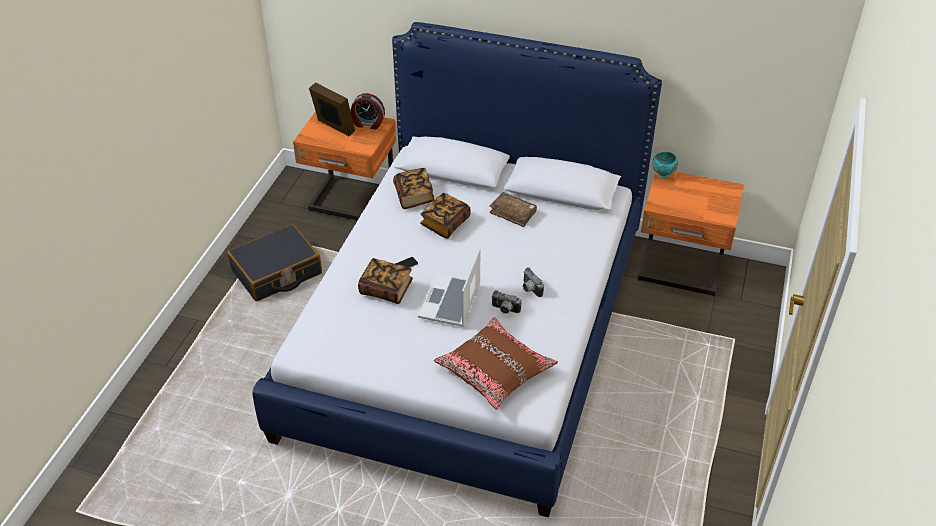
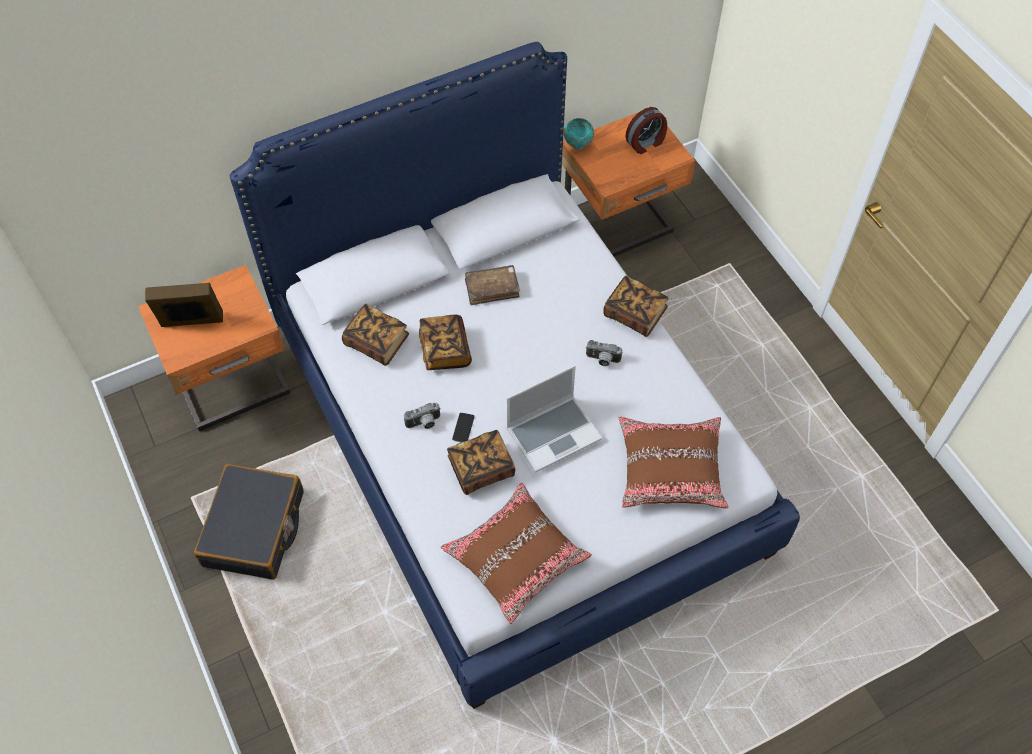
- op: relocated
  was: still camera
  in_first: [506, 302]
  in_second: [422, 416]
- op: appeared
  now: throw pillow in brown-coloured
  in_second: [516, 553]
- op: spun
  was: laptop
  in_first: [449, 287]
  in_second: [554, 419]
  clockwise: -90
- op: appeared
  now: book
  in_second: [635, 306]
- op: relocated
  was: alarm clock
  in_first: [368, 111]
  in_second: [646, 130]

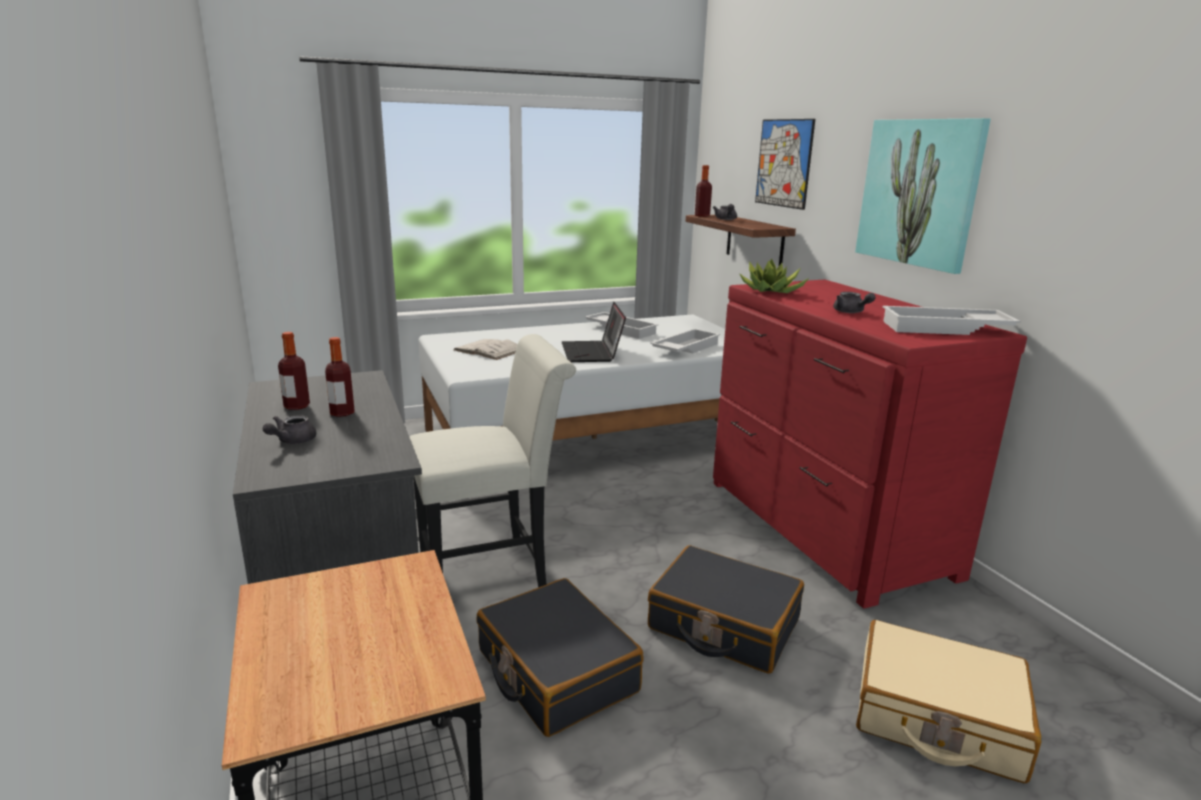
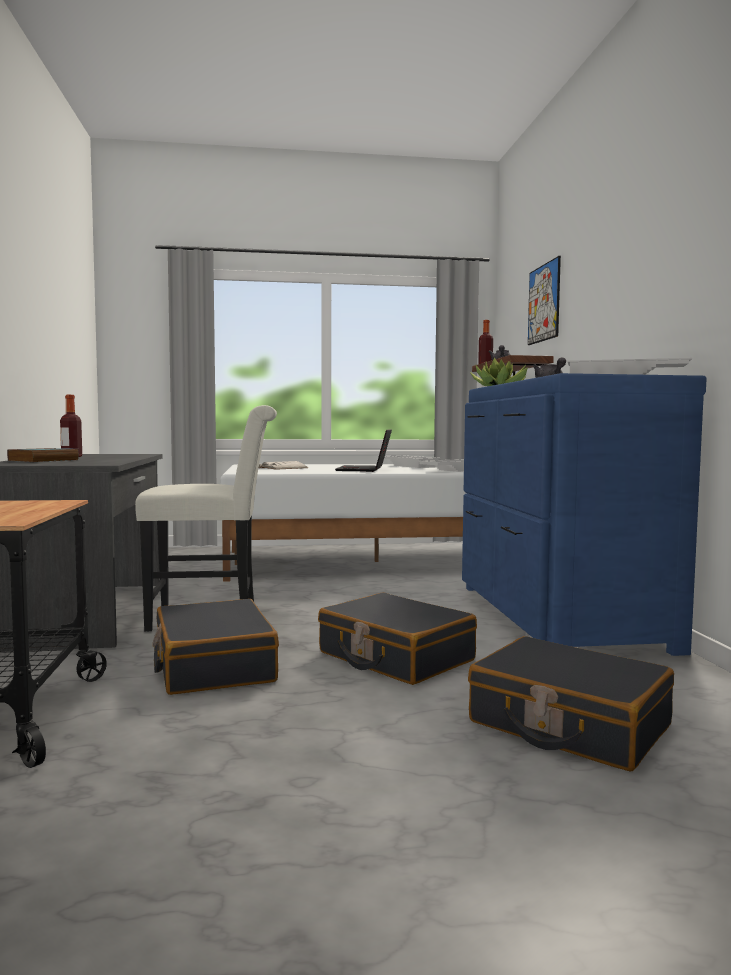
- op: exchanged
  was: teapot in grey
  now: book
  in_first: [289, 429]
  in_second: [43, 455]
- op: colour
  was: chest of drawers in reddish
  now: chest of drawers in blue
  in_first: [870, 443]
  in_second: [584, 514]
- op: colour
  was: suitcase in beige
  now: suitcase in black-coloured
  in_first: [948, 701]
  in_second: [571, 703]
- op: missing
  was: beverage bottle
  in_first: [340, 377]
- op: missing
  was: picture
  in_first: [923, 196]

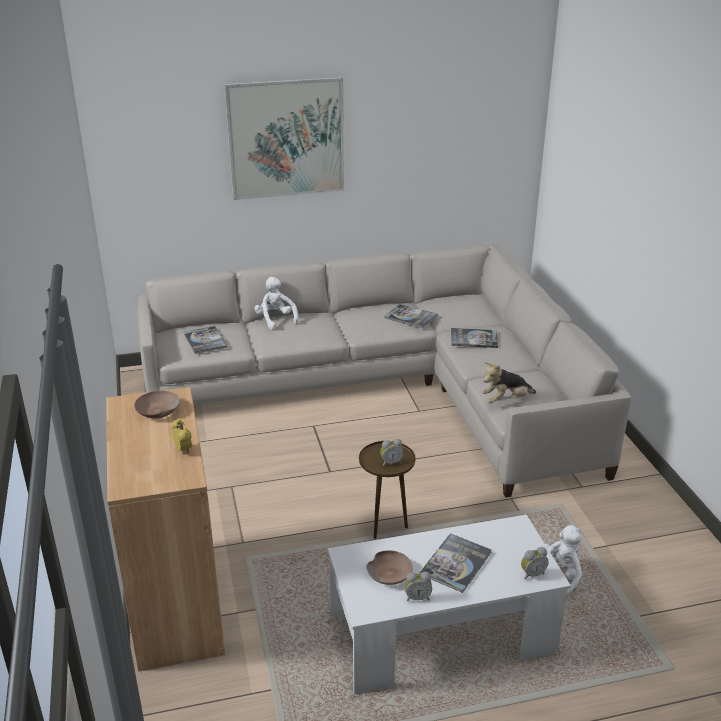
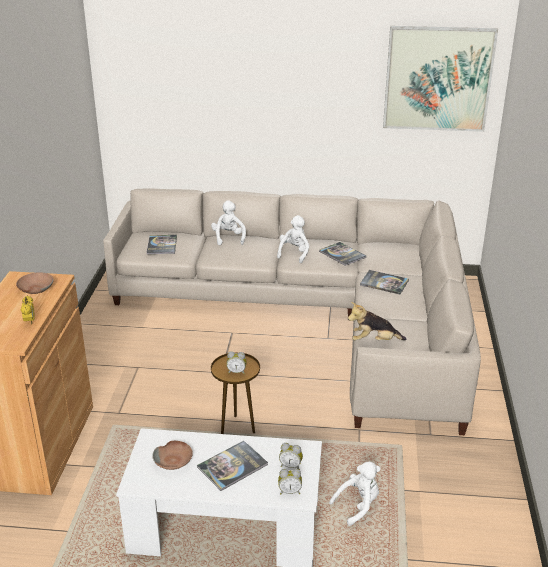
- op: appeared
  now: soft toy in white
  in_second: [293, 239]
- op: relocated
  was: alarm clock
  in_first: [418, 586]
  in_second: [291, 456]
- op: relocated
  was: picture
  in_first: [284, 138]
  in_second: [440, 79]

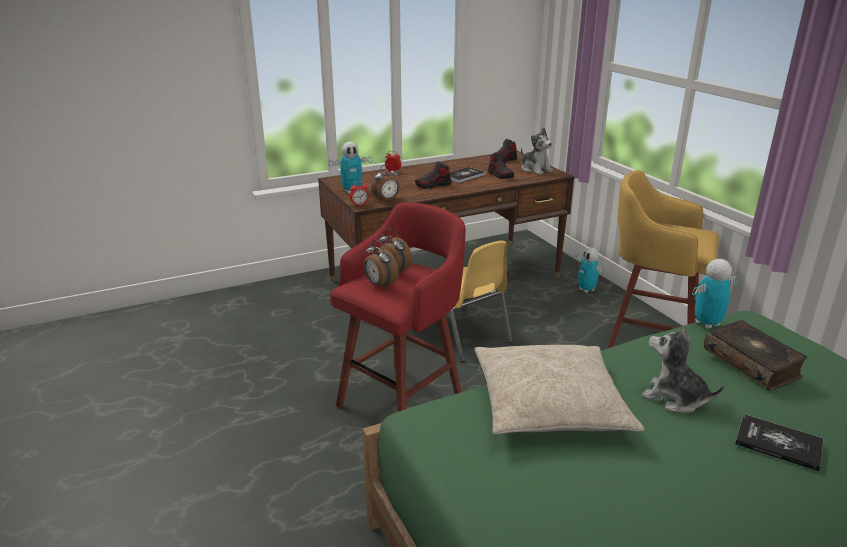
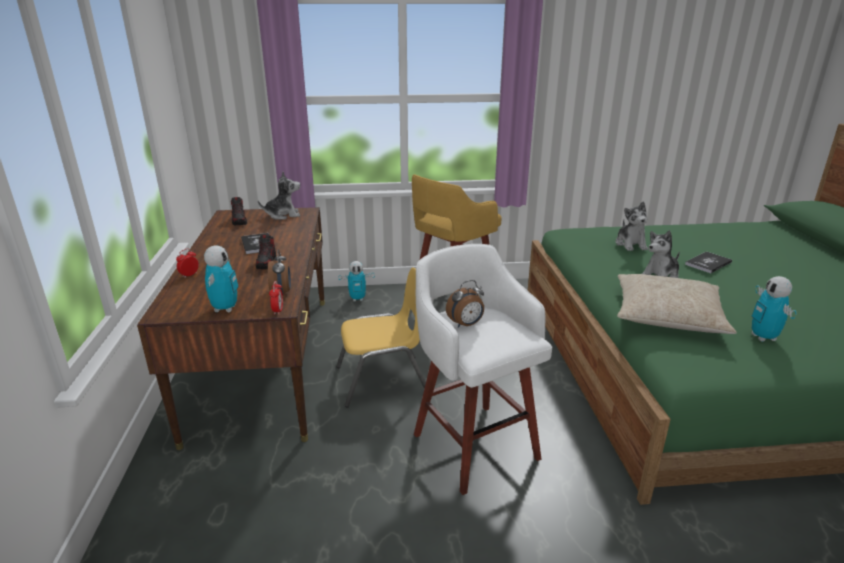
- op: colour
  was: stool in reddish
  now: stool in white
  in_first: [398, 307]
  in_second: [483, 369]
- op: exchanged
  was: book
  now: soft toy
  in_first: [755, 355]
  in_second: [631, 226]
- op: relocated
  was: robot figure
  in_first: [715, 294]
  in_second: [774, 309]
- op: missing
  was: alarm clock
  in_first: [381, 264]
- op: missing
  was: item of footwear
  in_first: [501, 165]

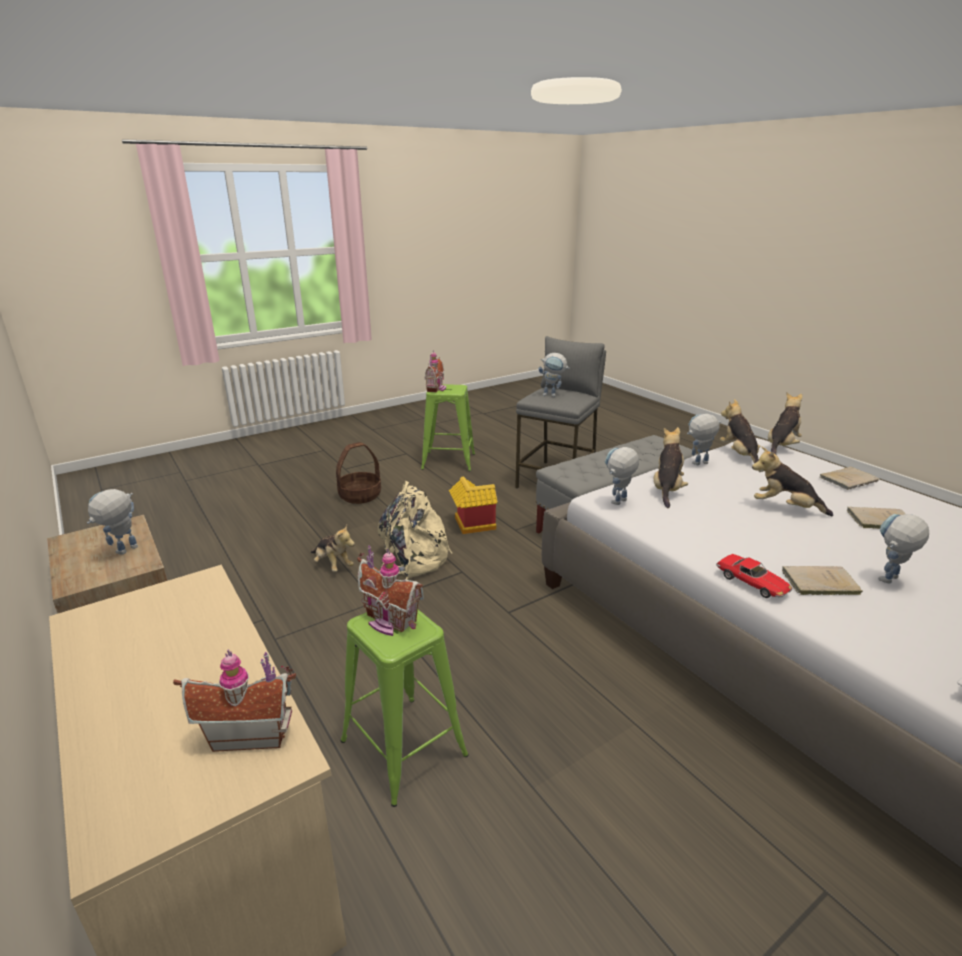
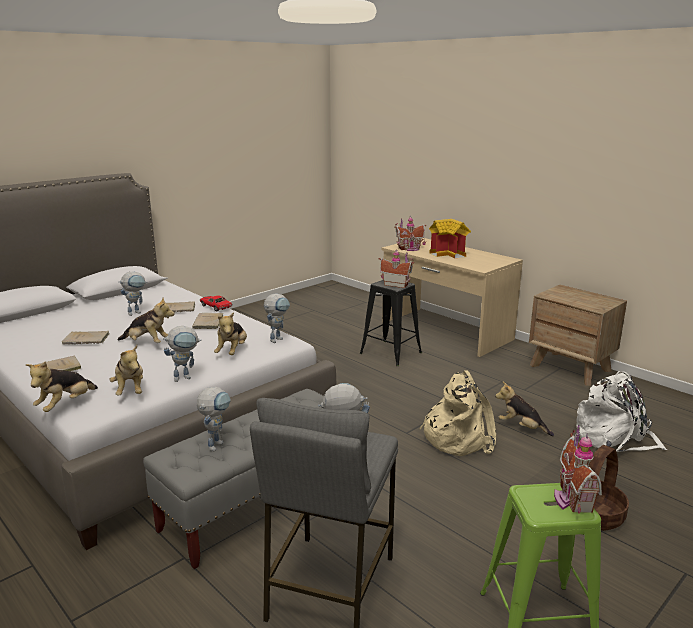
- op: appeared
  now: book in beige
  in_second: [208, 321]
- op: relocated
  was: robot figure
  in_first: [112, 522]
  in_second: [214, 419]
- op: colour
  was: stool in greenish
  now: stool in black-coloured
  in_first: [405, 708]
  in_second: [391, 322]
- op: relocated
  was: miniature house
  in_first: [473, 505]
  in_second: [450, 238]
- op: appeared
  now: knapsack in white
  in_second: [621, 411]

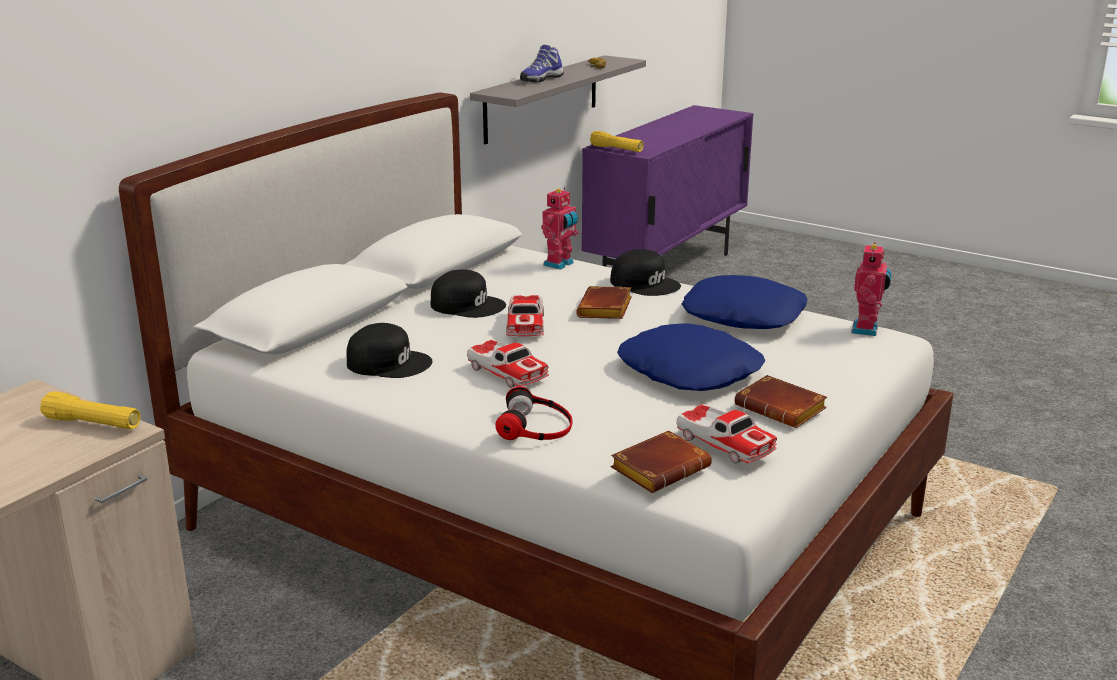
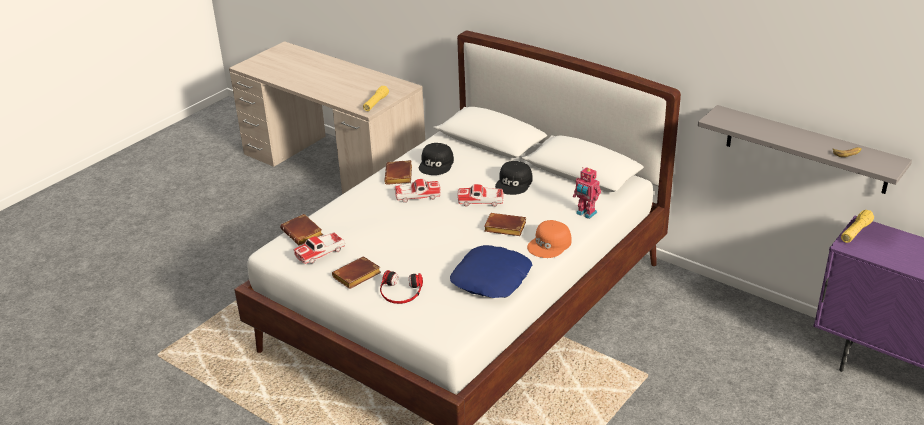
- op: relocated
  was: headphones
  in_first: [534, 413]
  in_second: [401, 287]
- op: appeared
  now: book in brown-coloured
  in_second: [398, 172]
- op: spun
  was: toy car
  in_first: [508, 364]
  in_second: [418, 191]
  clockwise: -150
- op: colour
  was: cap in black-coloured
  now: cap in orange-coloured
  in_first: [645, 272]
  in_second: [549, 239]
- op: missing
  was: item of footwear
  in_first: [542, 64]
- op: missing
  was: throw pillow in blue
  in_first: [691, 357]
- op: missing
  was: robot figure
  in_first: [871, 289]

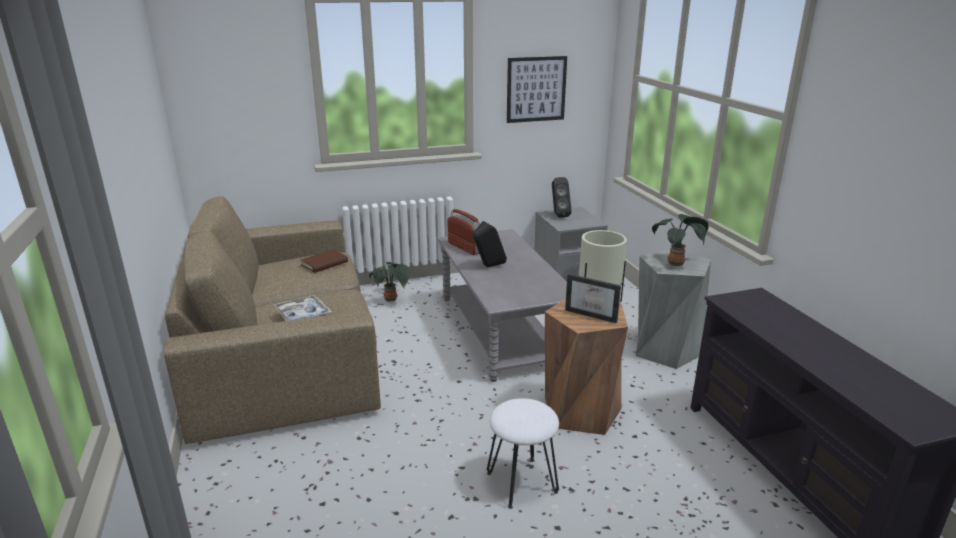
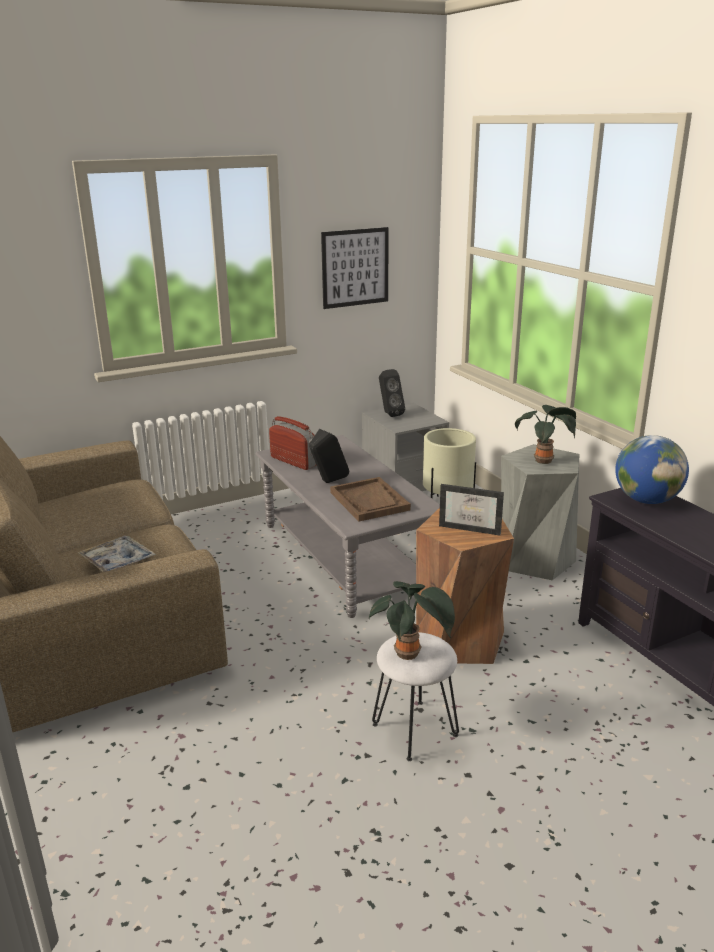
- op: appeared
  now: tray in brown-coloured
  in_second: [370, 499]
- op: relocated
  was: plant in a pot
  in_first: [389, 282]
  in_second: [412, 620]
- op: appeared
  now: desk globe
  in_second: [652, 469]
- op: missing
  was: book in brown-coloured
  in_first: [324, 261]

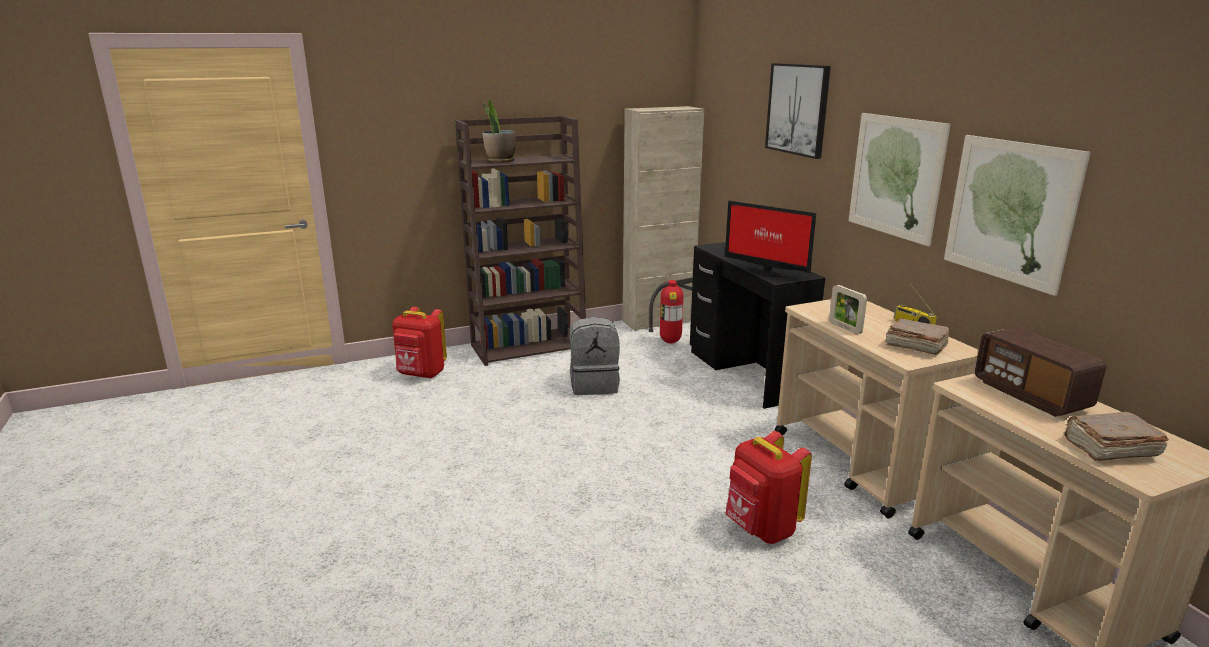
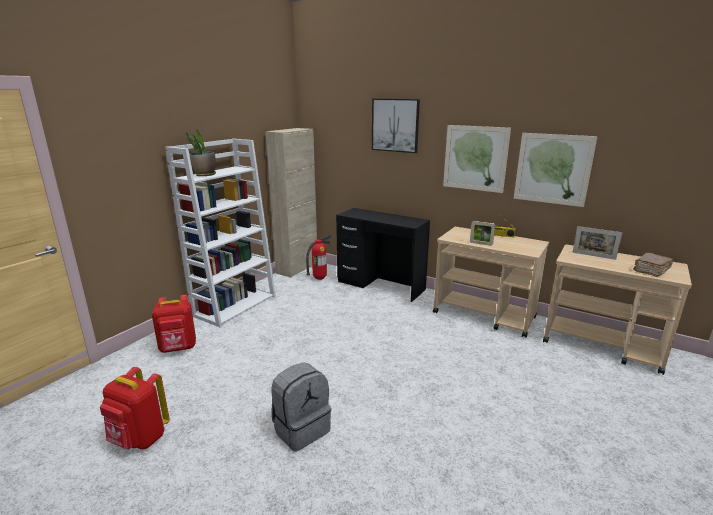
- op: relocated
  was: knapsack in reddish
  in_first: [768, 487]
  in_second: [135, 408]
- op: colour
  was: bookshelf in brown-coloured
  now: bookshelf in white
  in_first: [520, 241]
  in_second: [220, 233]
- op: relocated
  was: knapsack in grey
  in_first: [595, 356]
  in_second: [301, 407]
- op: exchanged
  was: radio
  now: standing frame
  in_first: [1040, 372]
  in_second: [597, 243]
- op: missing
  was: monitor
  in_first: [770, 239]
- op: missing
  was: book in brown-coloured
  in_first: [918, 336]

